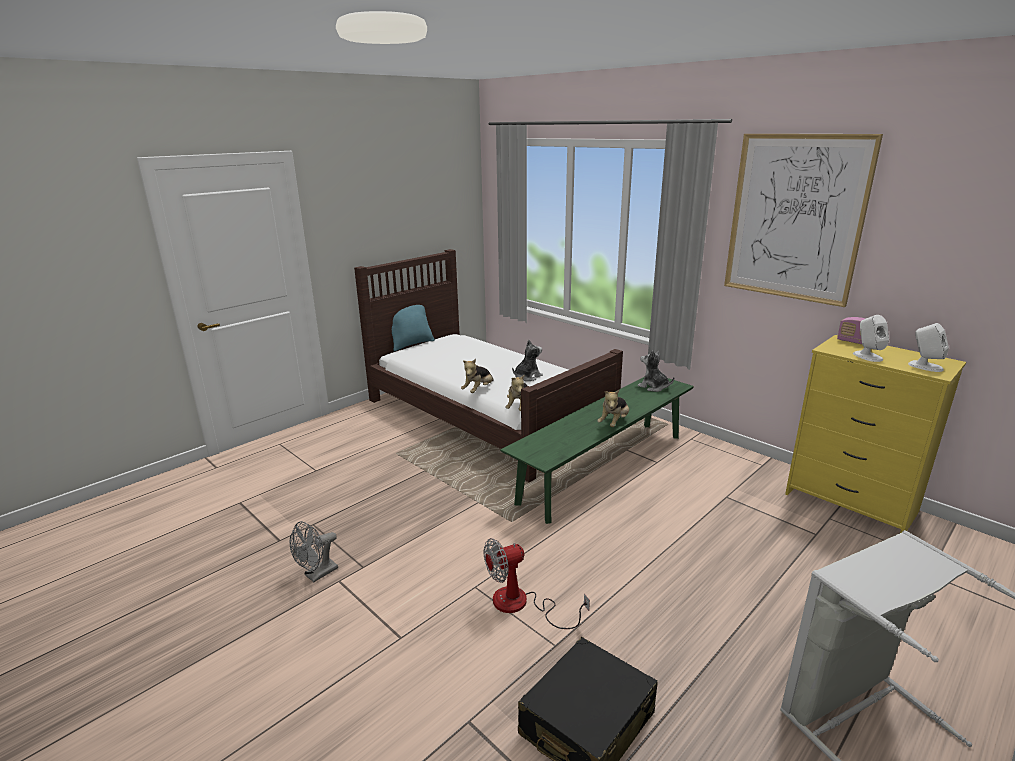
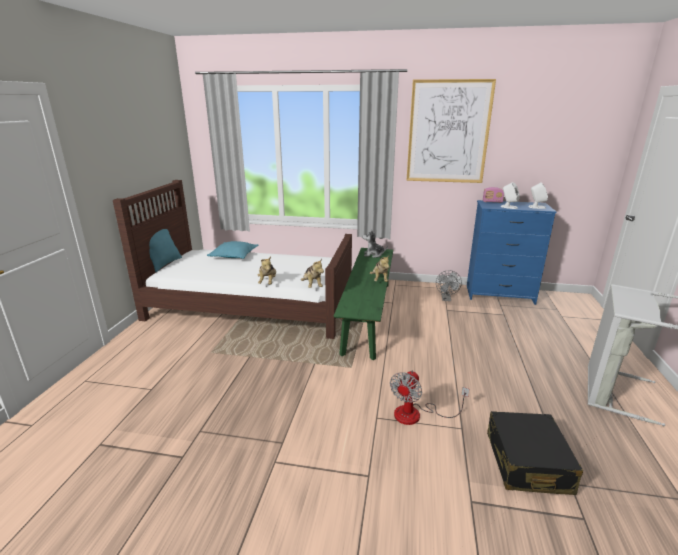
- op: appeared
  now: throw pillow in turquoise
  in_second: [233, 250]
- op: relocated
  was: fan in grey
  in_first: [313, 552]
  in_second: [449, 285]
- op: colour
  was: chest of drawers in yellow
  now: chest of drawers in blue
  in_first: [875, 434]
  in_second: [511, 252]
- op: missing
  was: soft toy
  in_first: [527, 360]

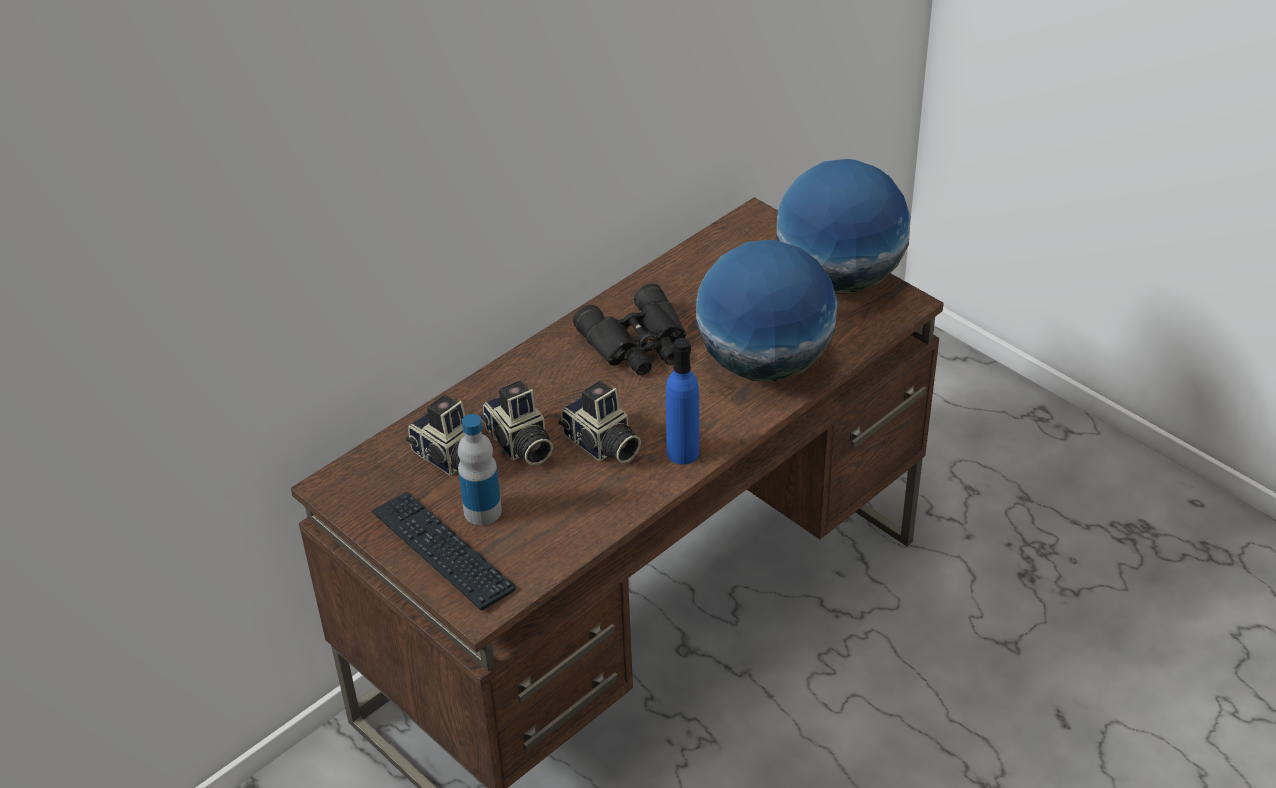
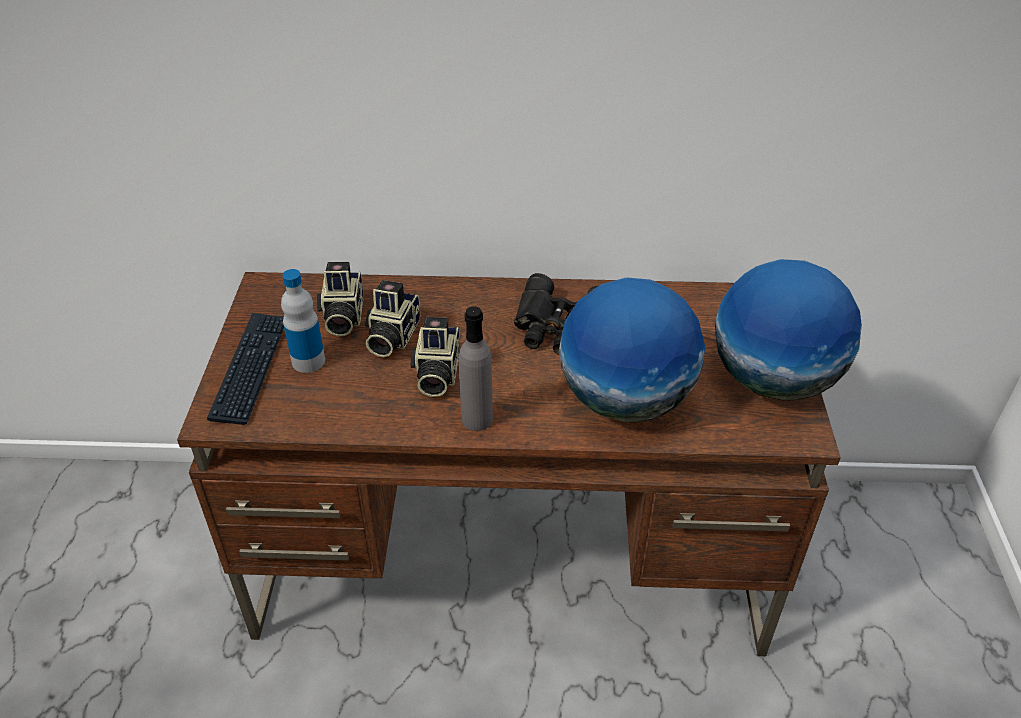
- op: colour
  was: beverage bottle in blue
  now: beverage bottle in grey
  in_first: [682, 401]
  in_second: [476, 368]

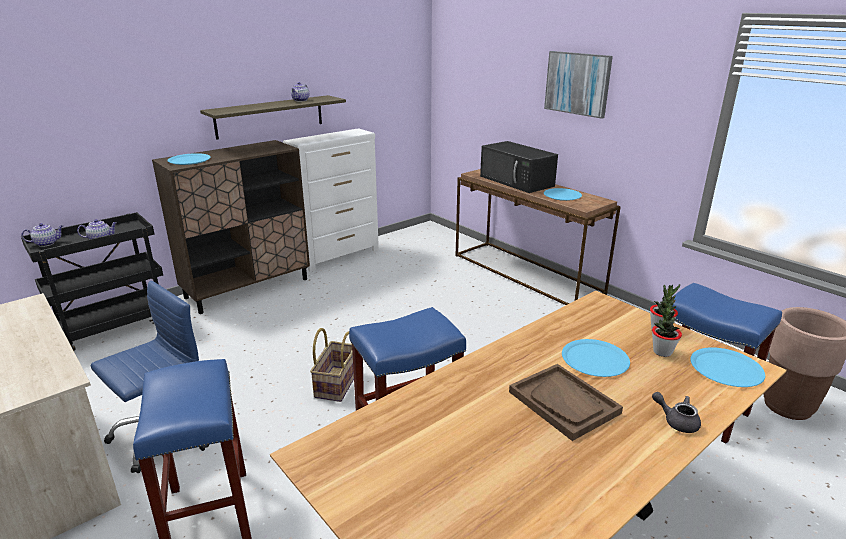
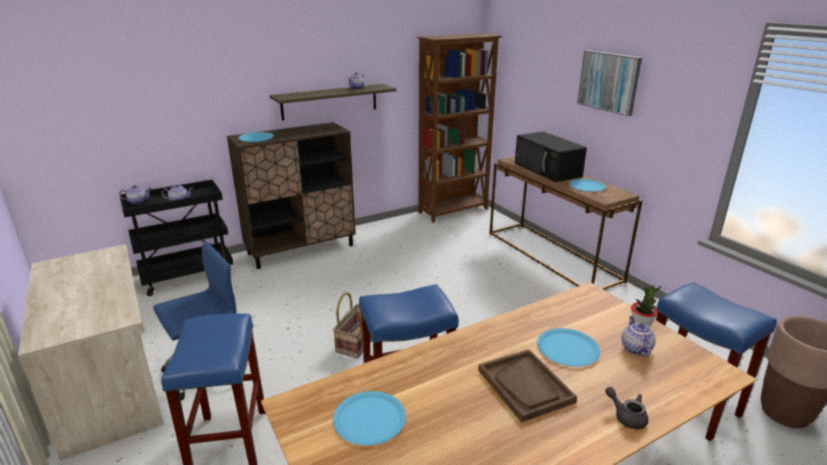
- op: relocated
  was: plate in blue
  in_first: [727, 367]
  in_second: [369, 418]
- op: appeared
  now: bookshelf in brown-coloured
  in_second: [459, 128]
- op: exchanged
  was: plant in a pot
  now: teapot
  in_first: [667, 330]
  in_second: [639, 336]
- op: missing
  was: chest of drawers in white
  in_first: [331, 200]

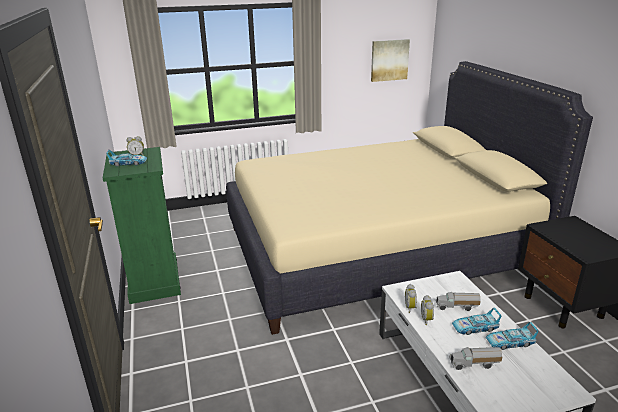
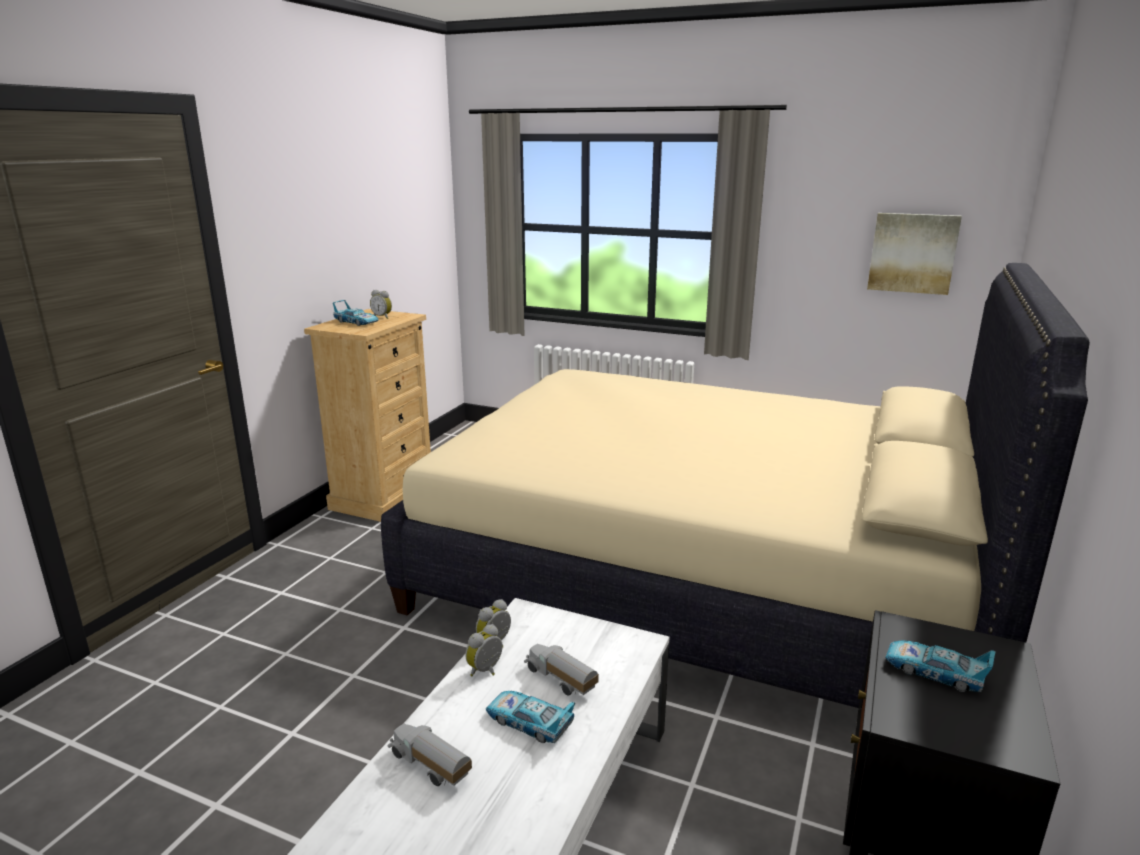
- op: colour
  was: chest of drawers in greenish
  now: chest of drawers in beige
  in_first: [142, 225]
  in_second: [367, 415]
- op: relocated
  was: toy car
  in_first: [512, 336]
  in_second: [940, 666]

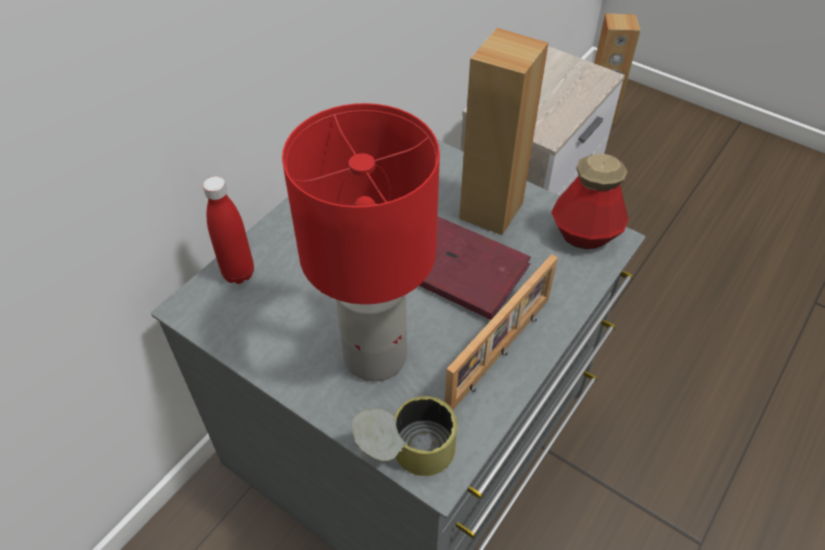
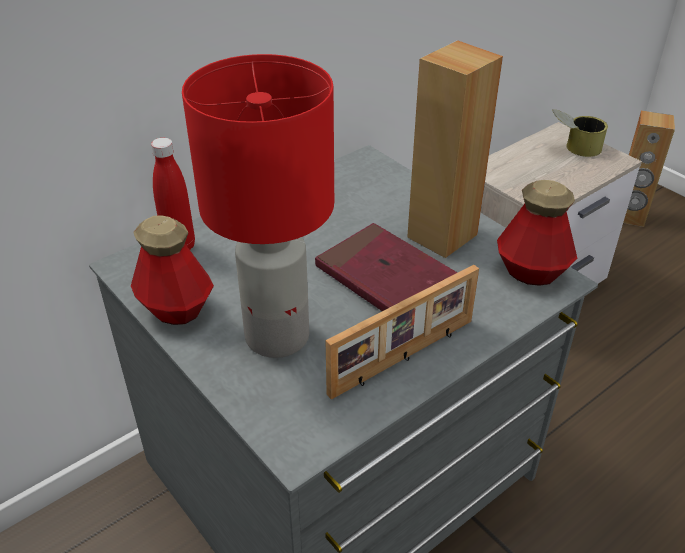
- op: appeared
  now: beverage bottle
  in_second: [172, 270]
- op: relocated
  was: metal can
  in_first: [404, 436]
  in_second: [580, 133]

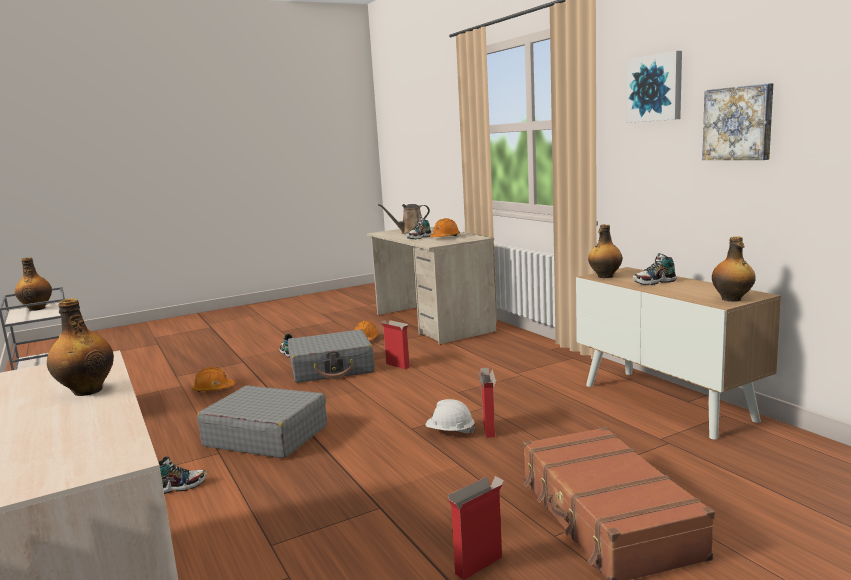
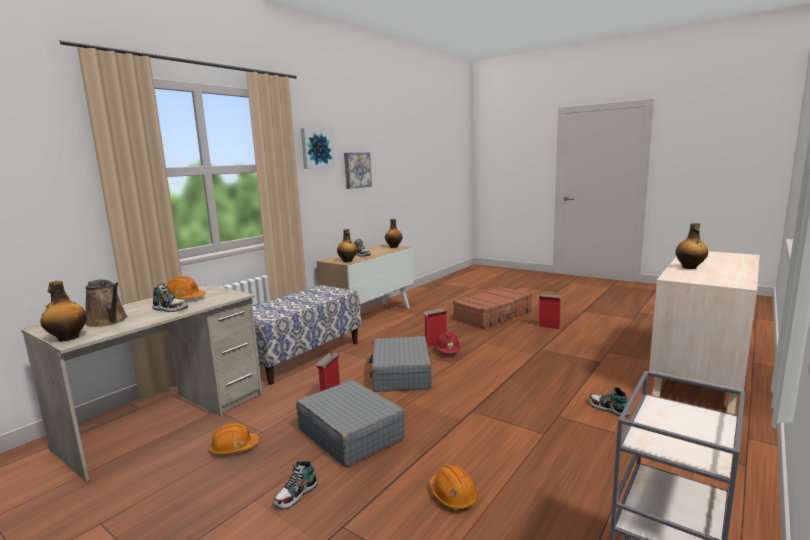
- op: relocated
  was: beverage bottle
  in_first: [33, 284]
  in_second: [63, 311]
- op: appeared
  now: bench
  in_second: [307, 335]
- op: relocated
  was: suitcase in grey
  in_first: [262, 421]
  in_second: [400, 364]
- op: colour
  was: safety helmet in white
  now: safety helmet in reddish
  in_first: [451, 416]
  in_second: [448, 342]

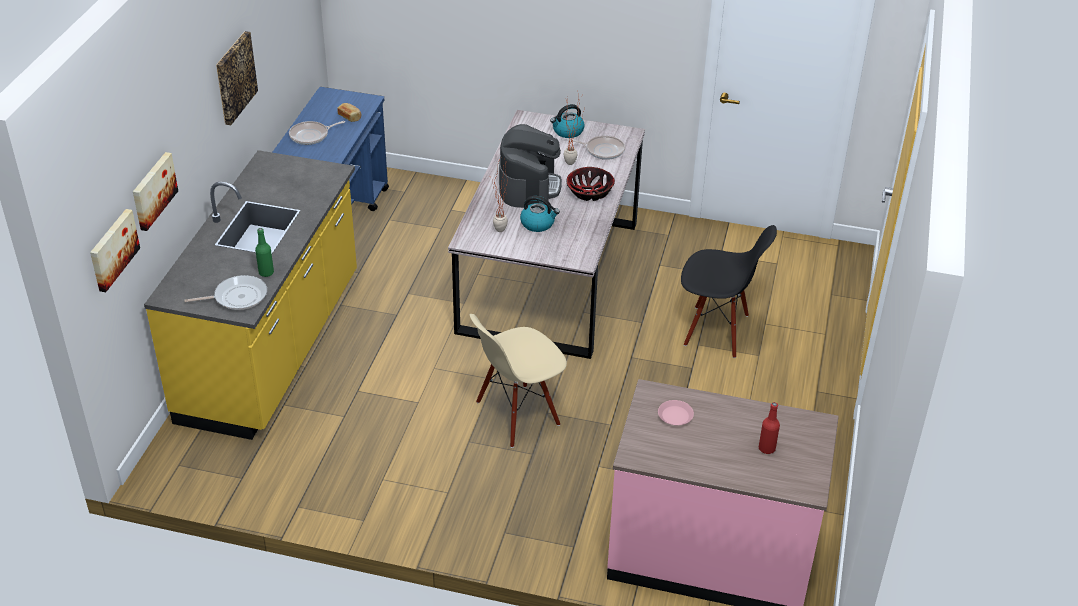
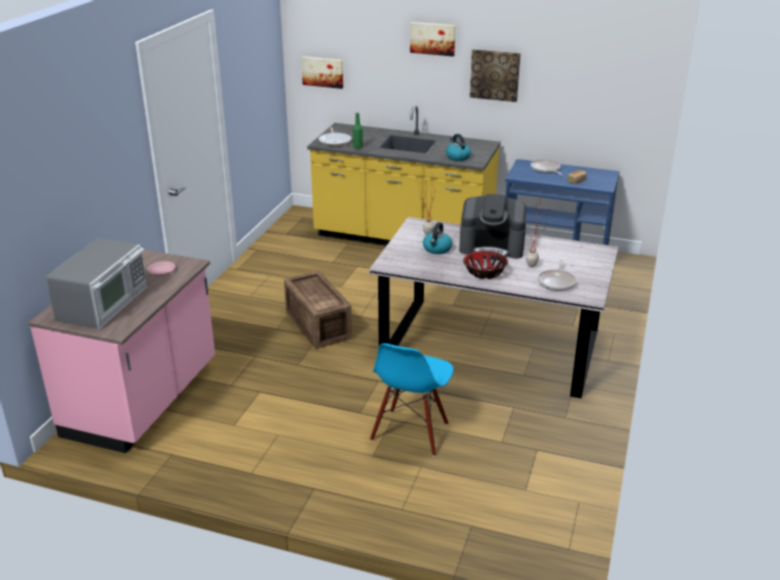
- op: exchanged
  was: beverage bottle in reddish
  now: microwave oven
  in_first: [769, 428]
  in_second: [96, 283]
- op: exchanged
  was: plain chair in beige
  now: packing crate
  in_first: [518, 381]
  in_second: [318, 310]
- op: colour
  was: plain chair in black-coloured
  now: plain chair in blue
  in_first: [729, 291]
  in_second: [412, 400]
- op: relocated
  was: picture
  in_first: [155, 191]
  in_second: [432, 39]
- op: relocated
  was: tea kettle
  in_first: [567, 121]
  in_second: [458, 147]

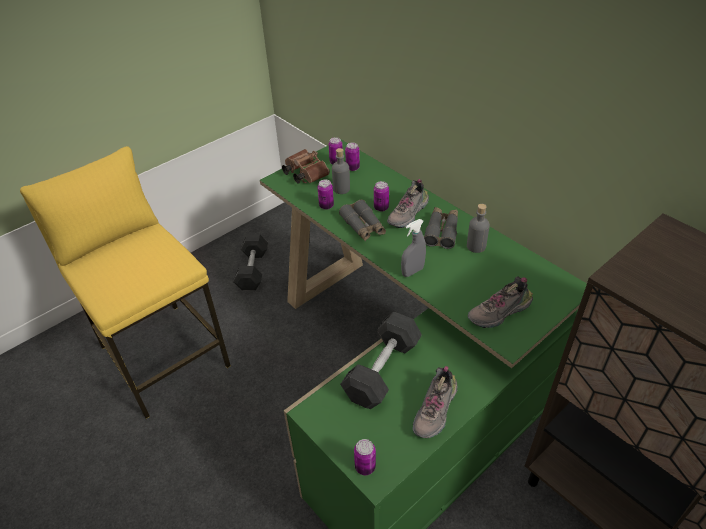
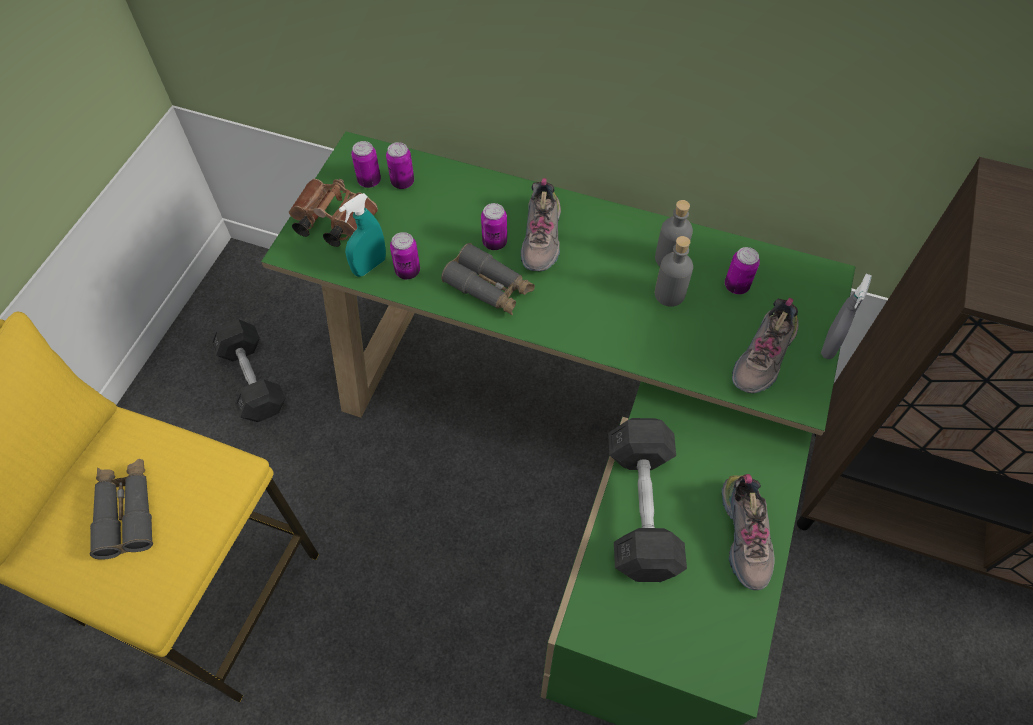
- op: relocated
  was: pair of binoculars in grey
  in_first: [441, 228]
  in_second: [121, 509]
- op: appeared
  now: sprayer in turquoise
  in_second: [362, 235]
- op: relocated
  was: beverage bottle in grey
  in_first: [341, 171]
  in_second: [674, 271]
- op: relocated
  was: metal can
  in_first: [365, 457]
  in_second: [742, 270]
- op: relocated
  was: sprayer in grey
  in_first: [413, 248]
  in_second: [846, 316]

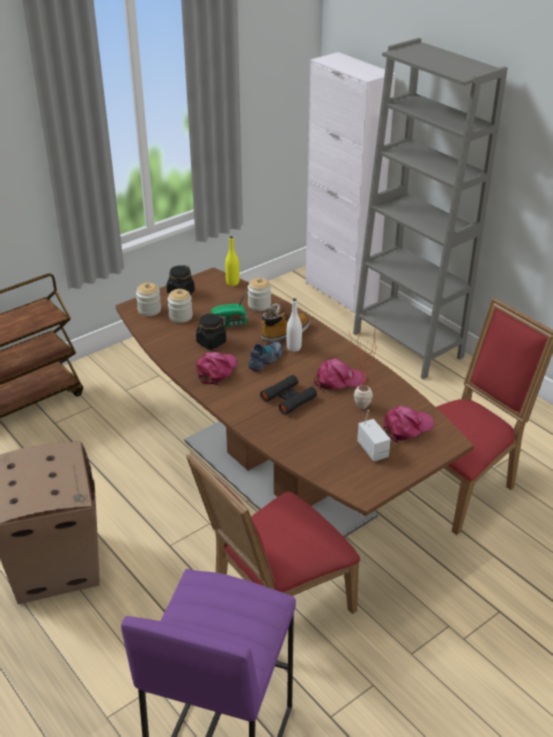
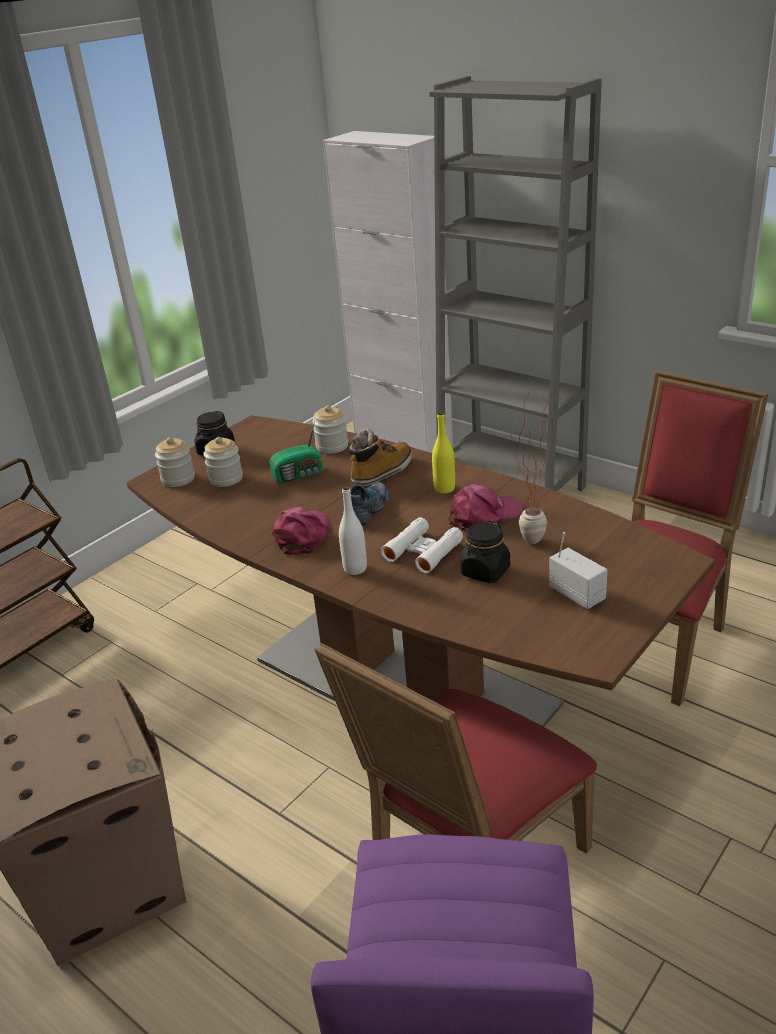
- op: relocated
  was: beverage bottle in white
  in_first: [294, 325]
  in_second: [353, 530]
- op: colour
  was: pair of binoculars in black-coloured
  now: pair of binoculars in white
  in_first: [288, 395]
  in_second: [422, 545]
- op: relocated
  was: beverage bottle in yellow
  in_first: [232, 261]
  in_second: [443, 452]
- op: relocated
  was: storage jar in black-coloured
  in_first: [211, 331]
  in_second: [485, 552]
- op: missing
  was: cap in pink
  in_first: [409, 424]

